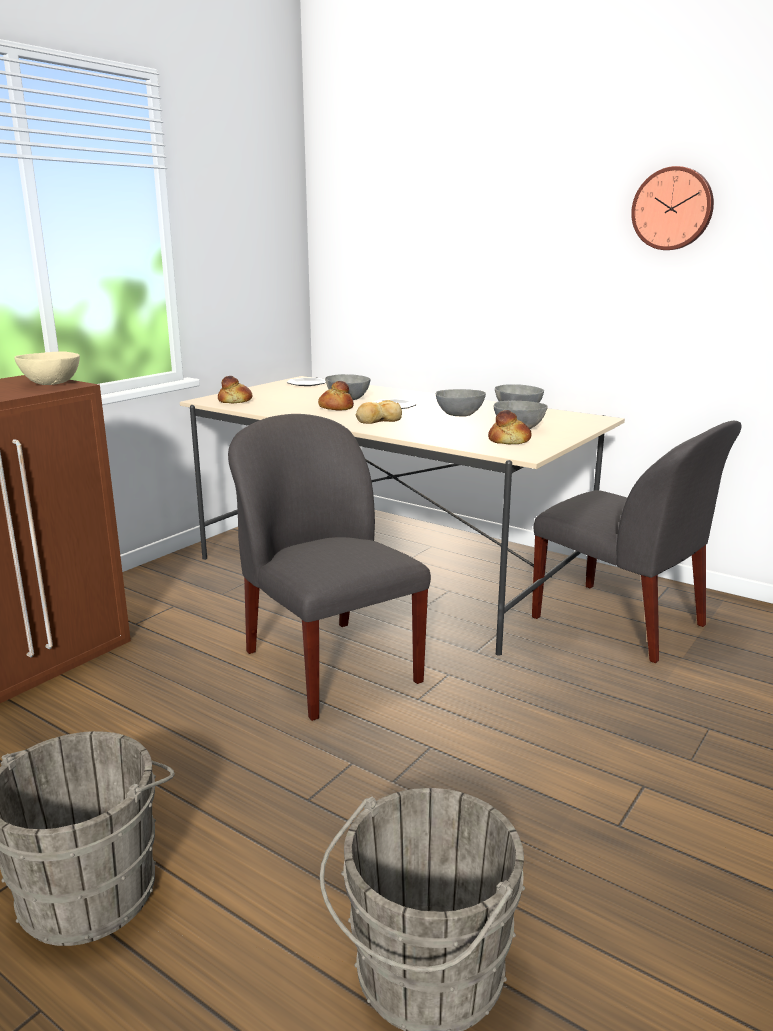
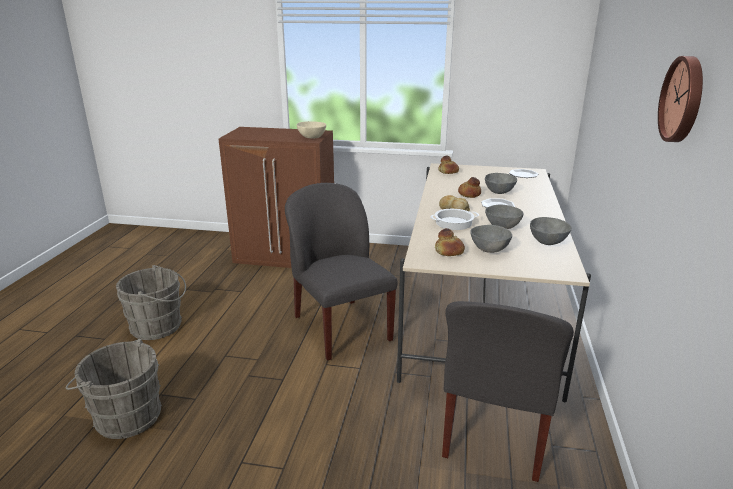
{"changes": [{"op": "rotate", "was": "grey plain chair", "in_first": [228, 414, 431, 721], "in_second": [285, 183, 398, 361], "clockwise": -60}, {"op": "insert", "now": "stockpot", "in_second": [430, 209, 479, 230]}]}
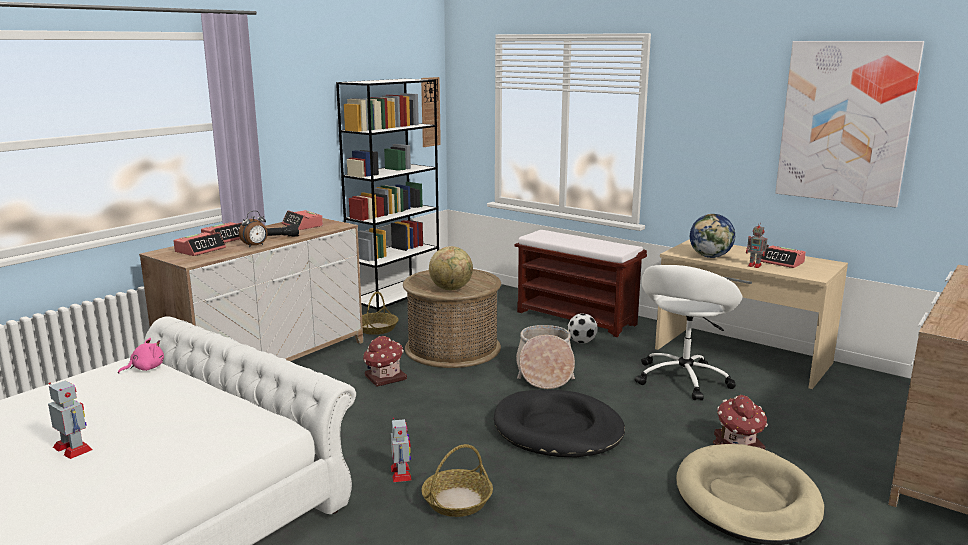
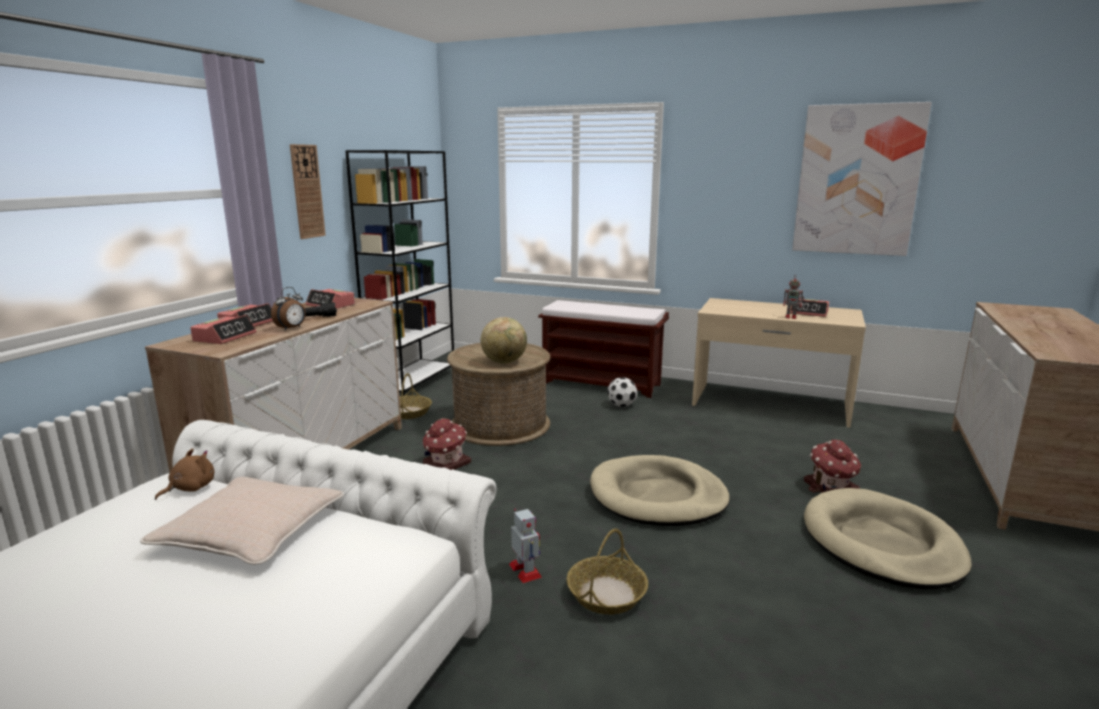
{"changes": [{"op": "delete", "was": "model robot", "in_first": [48, 380, 93, 459]}, {"op": "recolor", "was": "pink plush toy", "now": "brown plush toy", "in_first": [118, 338, 164, 374], "in_second": [155, 448, 214, 500]}, {"op": "move", "was": "hanging clock", "in_first": [421, 77, 441, 147], "in_second": [290, 144, 326, 239]}, {"op": "recolor", "was": "blackish pet bed", "now": "beige pet bed", "in_first": [494, 389, 625, 458], "in_second": [590, 455, 730, 526]}, {"op": "delete", "was": "household basket", "in_first": [516, 325, 575, 389]}, {"op": "delete", "was": "whitish office chair", "in_first": [635, 265, 742, 400]}, {"op": "delete", "was": "desk globe", "in_first": [690, 214, 735, 258]}, {"op": "insert", "now": "beige pillow", "in_second": [140, 477, 344, 565]}]}
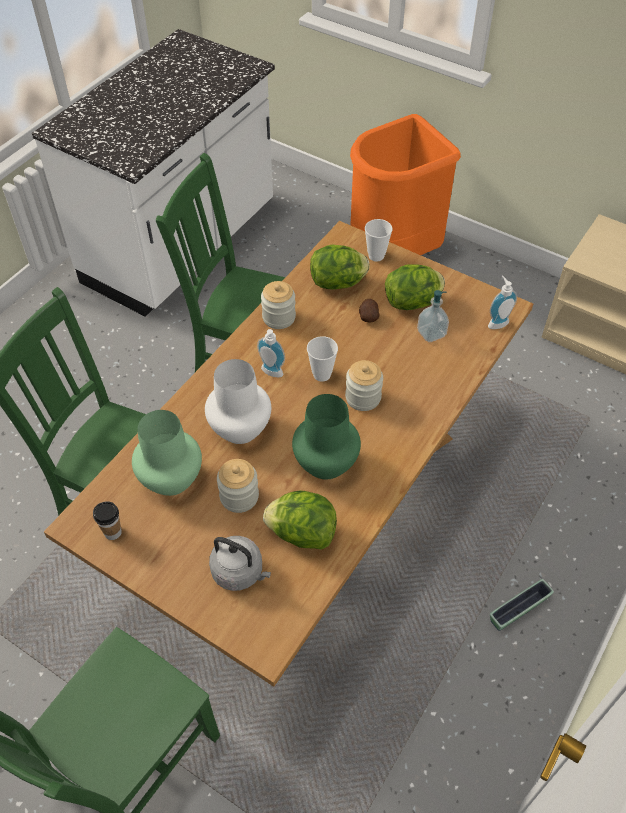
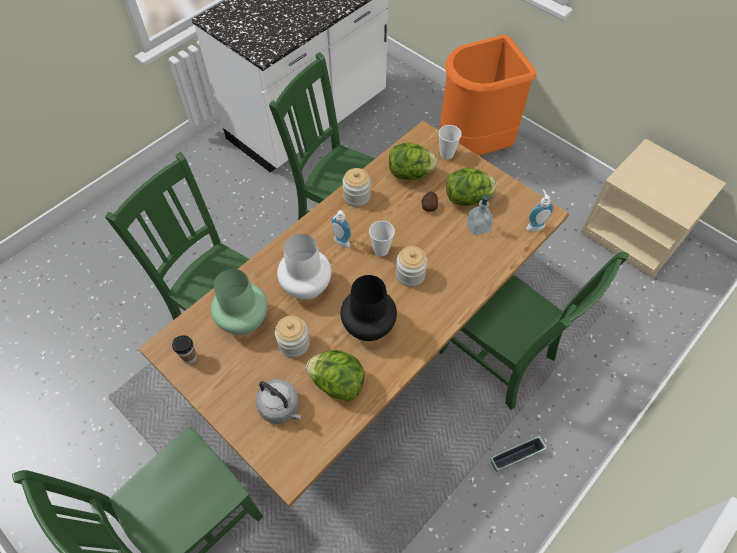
{"changes": [{"op": "recolor", "was": "green-coloured decorative vase", "now": "blackish decorative vase", "in_first": [292, 394, 361, 480], "in_second": [341, 275, 397, 341]}, {"op": "insert", "now": "green-coloured plain chair", "in_second": [439, 252, 629, 410]}]}
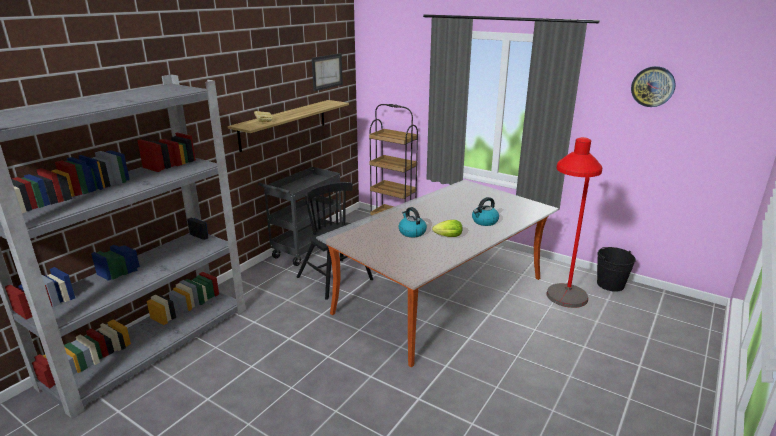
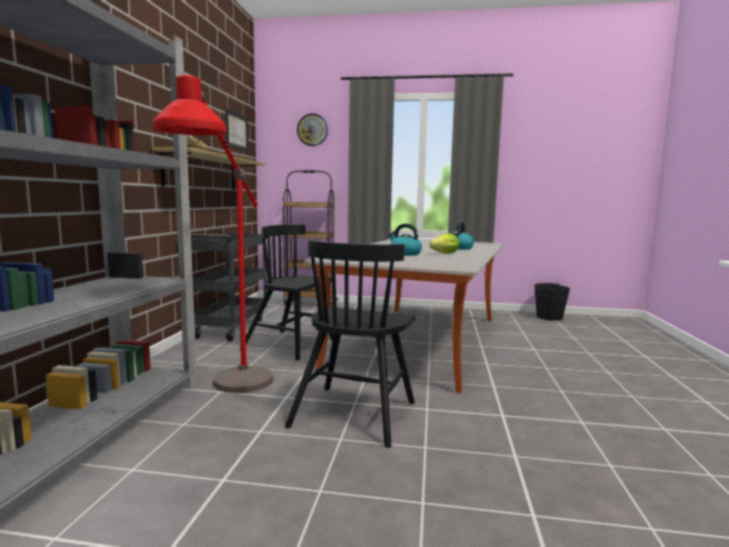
{"changes": [{"op": "move", "was": "red standing lamp", "in_first": [546, 137, 602, 308], "in_second": [152, 75, 273, 393]}, {"op": "move", "was": "hanging clock", "in_first": [631, 66, 676, 107], "in_second": [297, 113, 328, 146]}, {"op": "insert", "now": "blackish plain chair", "in_second": [285, 239, 415, 448]}]}
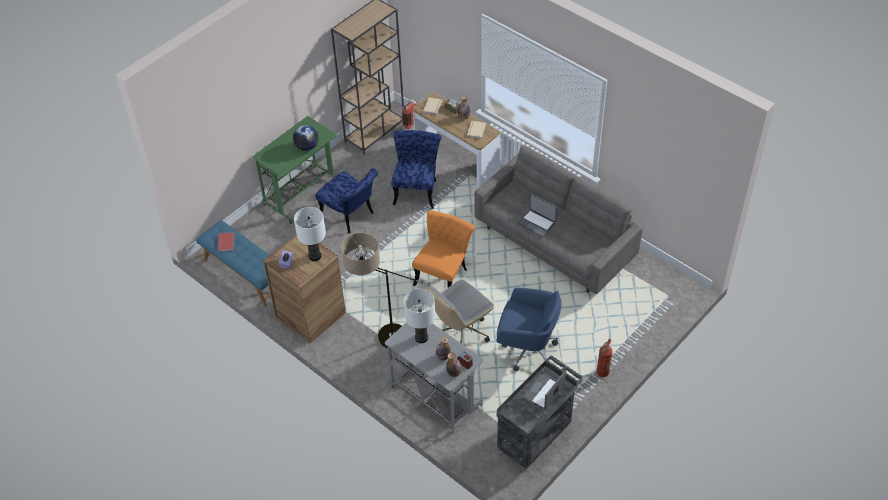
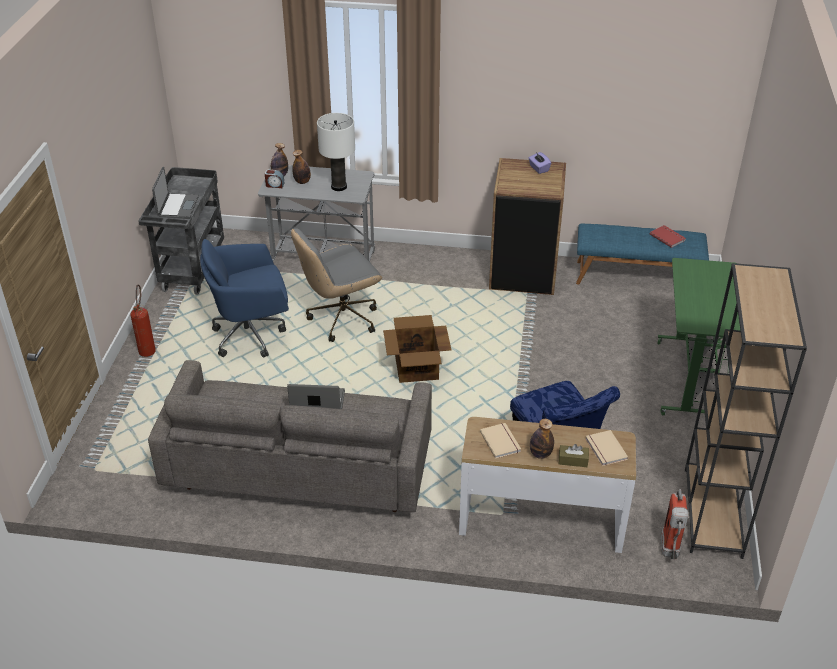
{"changes": [{"op": "delete", "was": "desk globe", "in_first": [293, 125, 319, 151]}, {"op": "delete", "was": "whitish lamp for a table", "in_first": [294, 207, 326, 261]}, {"op": "delete", "was": "bluish plain chair", "in_first": [315, 168, 378, 233]}, {"op": "delete", "was": "standing lamp", "in_first": [342, 233, 423, 348]}, {"op": "replace", "was": "orangey plain chair", "now": "packing box", "in_first": [412, 210, 475, 288], "in_second": [383, 315, 452, 383]}, {"op": "rotate", "was": "grey office chair", "in_first": [427, 280, 494, 344], "in_second": [291, 228, 382, 342], "clockwise": -135}]}
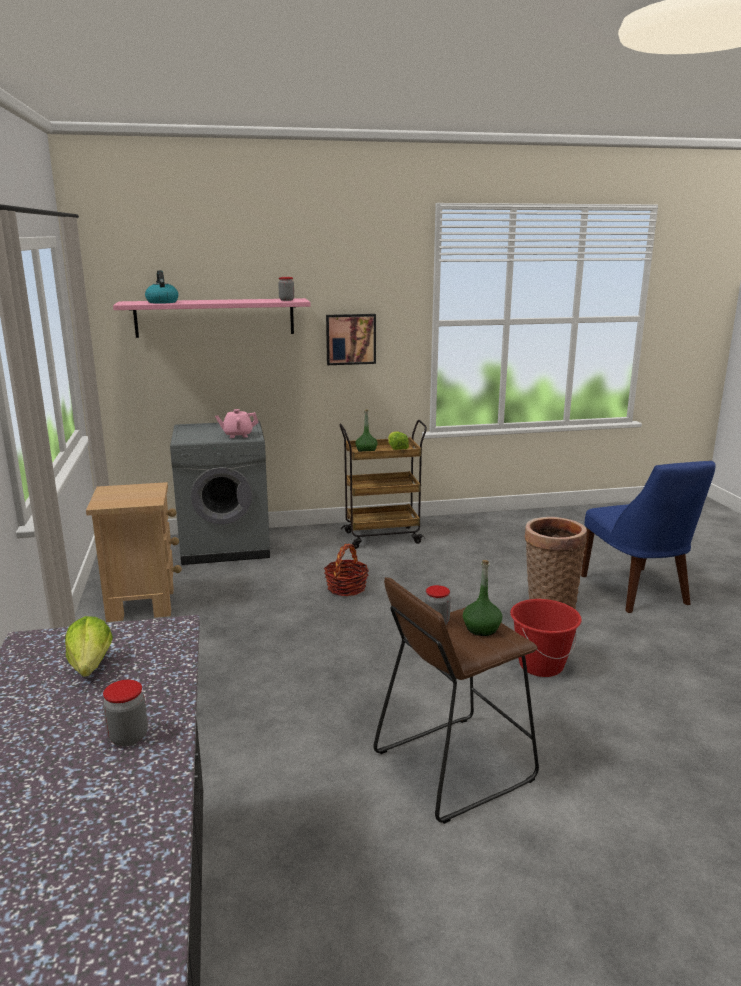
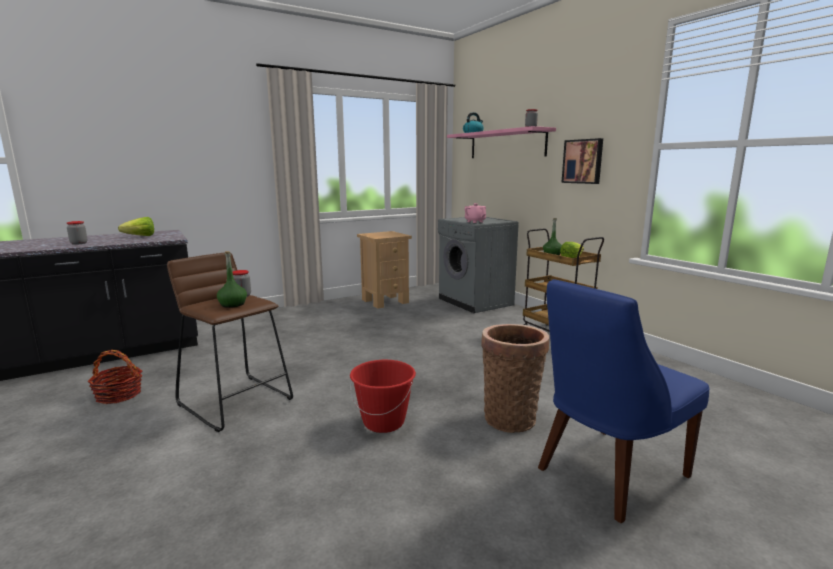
{"changes": [{"op": "move", "was": "household basket", "in_first": [324, 544, 369, 596], "in_second": [88, 350, 143, 404]}]}
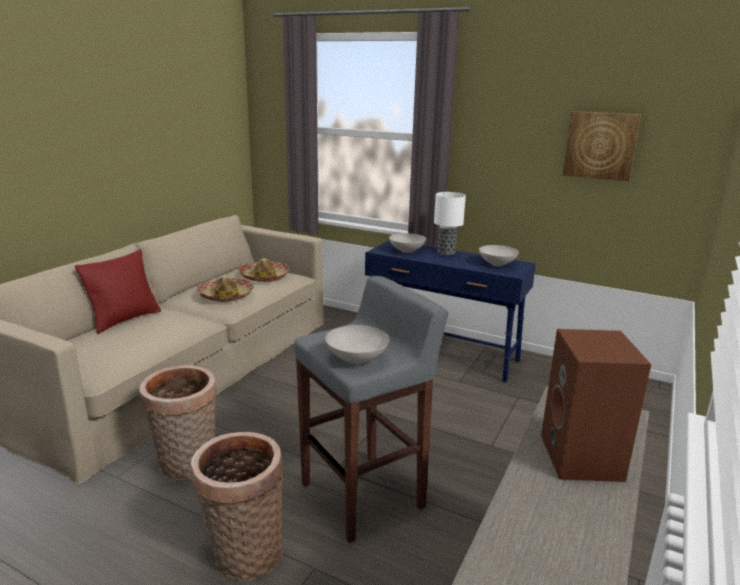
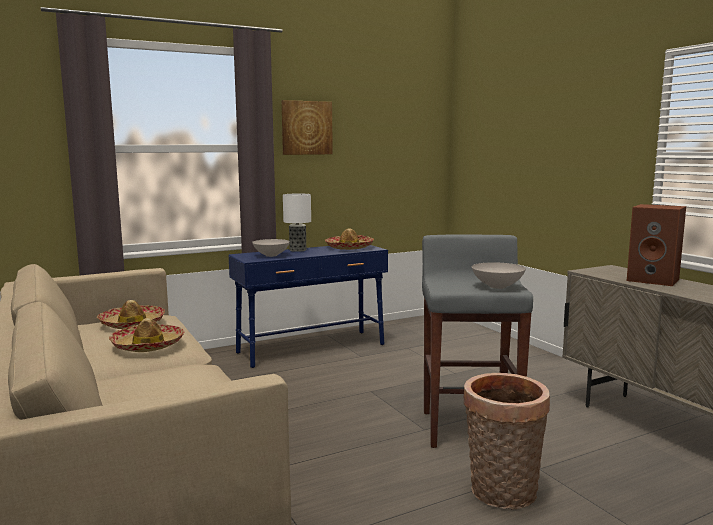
{"changes": [{"op": "delete", "was": "red pillow", "in_first": [75, 249, 161, 334]}, {"op": "delete", "was": "household basket", "in_first": [139, 365, 216, 480]}, {"op": "replace", "was": "whitish deep dish", "now": "wearable hat", "in_first": [479, 245, 519, 267], "in_second": [325, 228, 374, 250]}, {"op": "move", "was": "picture", "in_first": [563, 111, 641, 181], "in_second": [282, 100, 333, 155]}]}
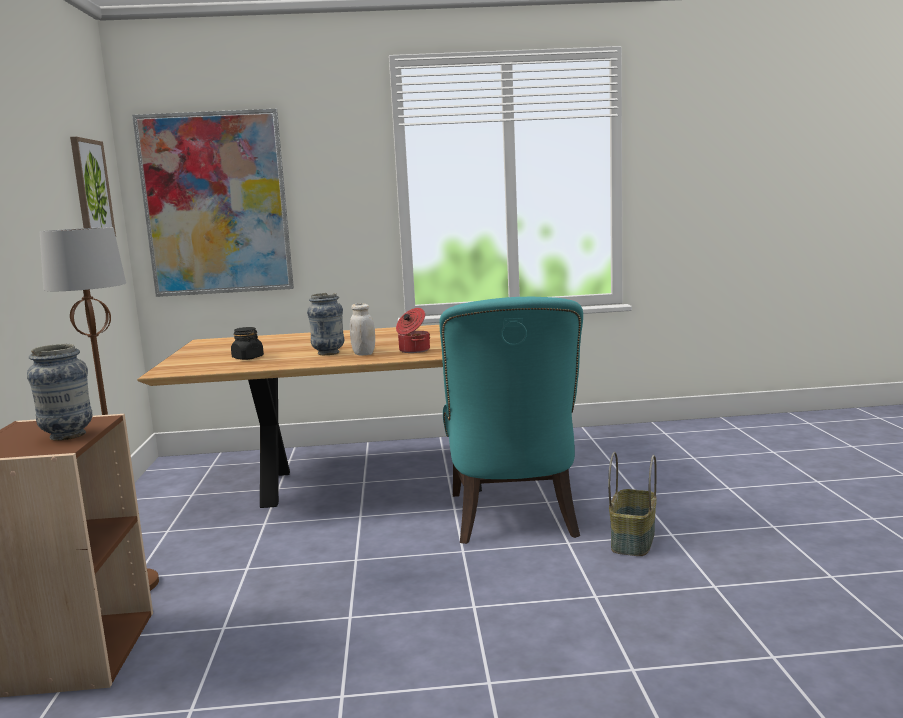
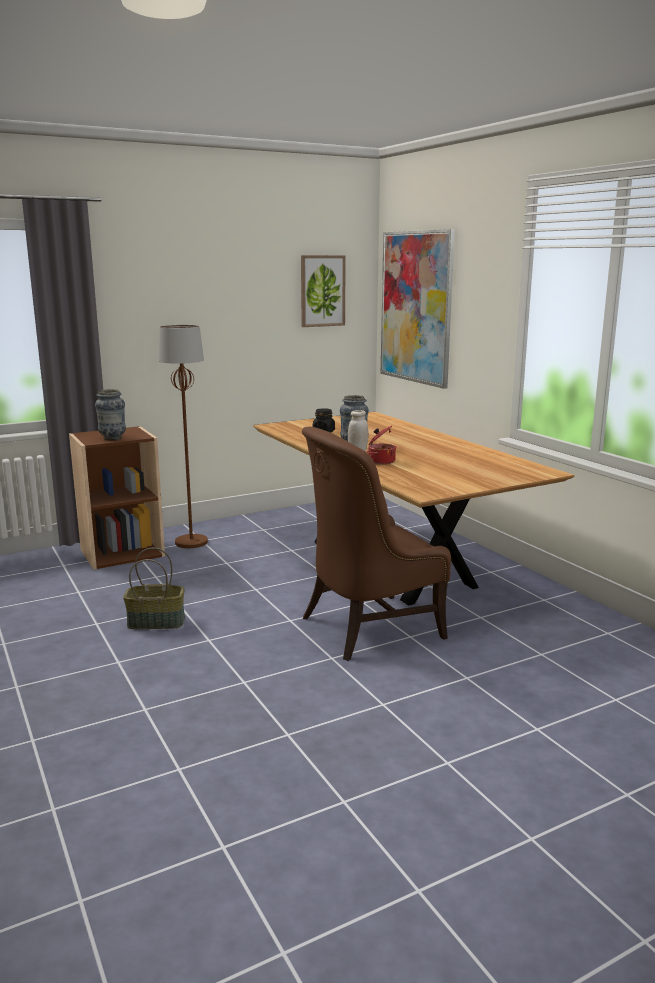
{"changes": [{"op": "recolor", "was": "turquoise-coloured plain chair", "now": "brown plain chair", "in_first": [439, 297, 583, 544], "in_second": [302, 427, 451, 661]}, {"op": "move", "was": "household basket", "in_first": [608, 452, 657, 556], "in_second": [123, 548, 185, 629]}]}
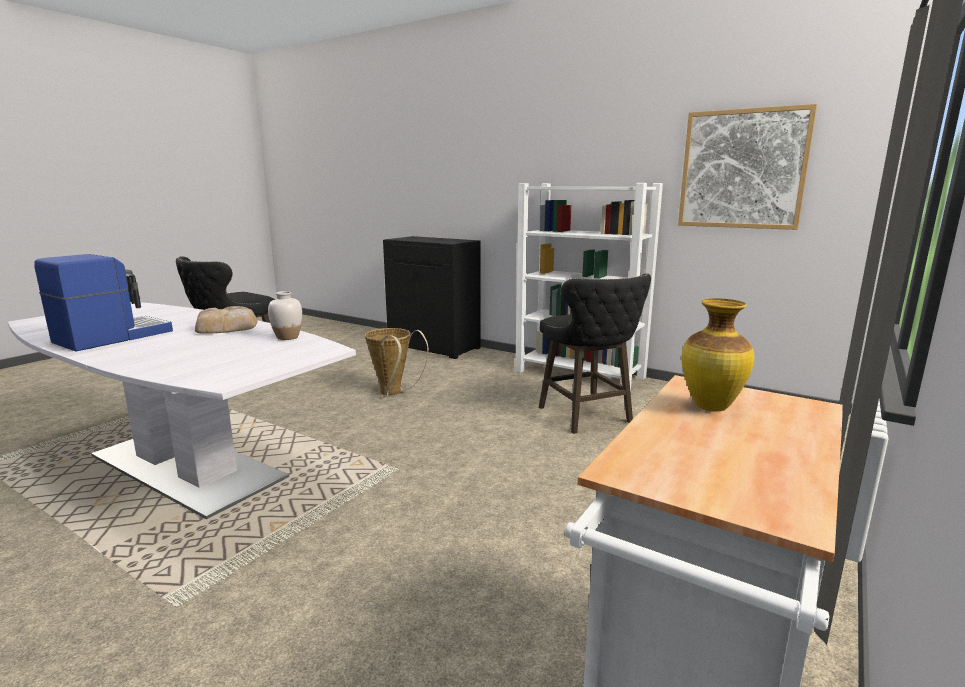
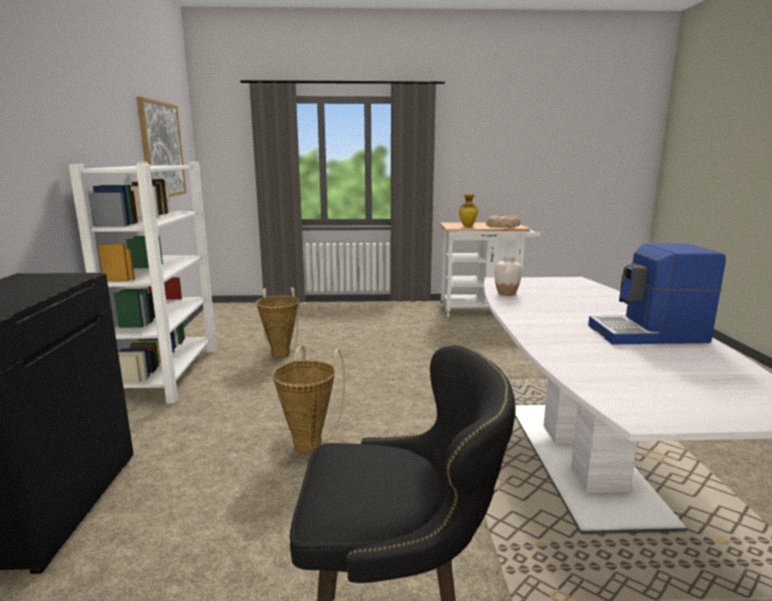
{"changes": [{"op": "move", "was": "bakery bread", "in_first": [195, 306, 258, 334], "in_second": [486, 215, 520, 228]}, {"op": "replace", "was": "blackish sitting stool", "now": "household basket", "in_first": [539, 273, 651, 434], "in_second": [256, 287, 299, 358]}]}
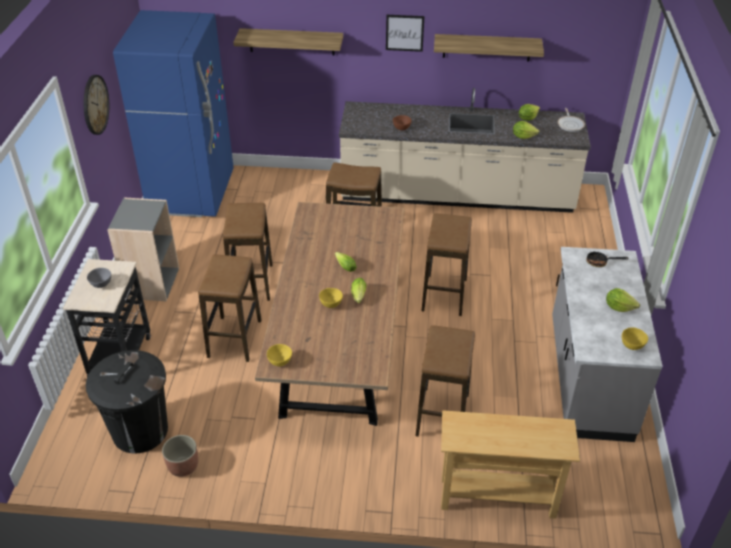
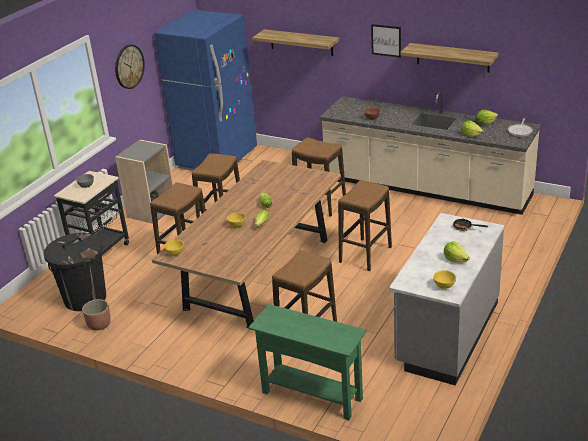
{"changes": [{"op": "recolor", "was": "beige console table", "now": "green-coloured console table", "in_first": [441, 410, 580, 519], "in_second": [248, 304, 367, 420]}]}
